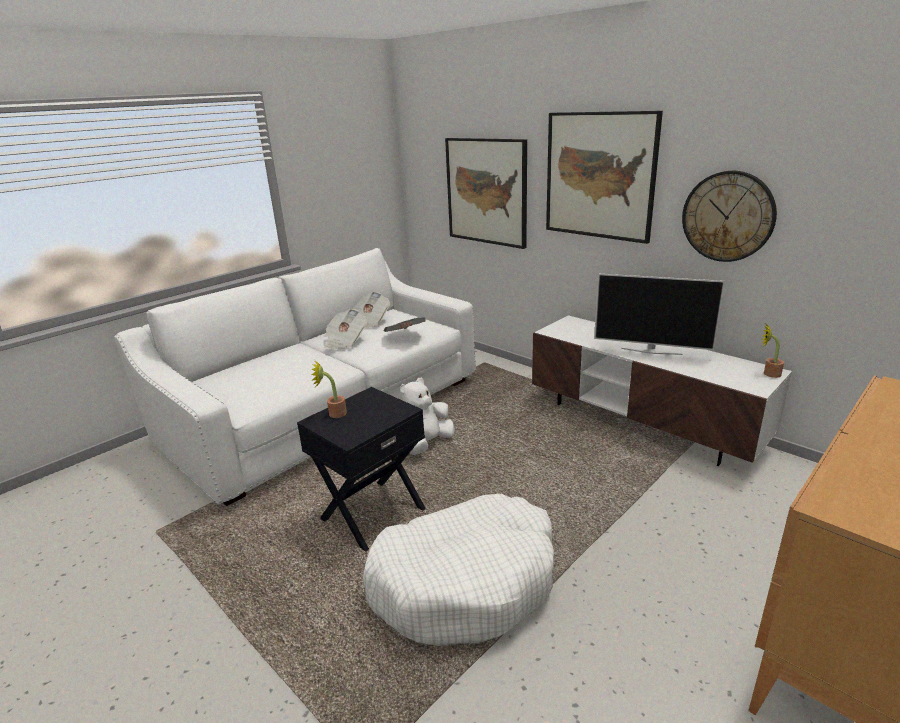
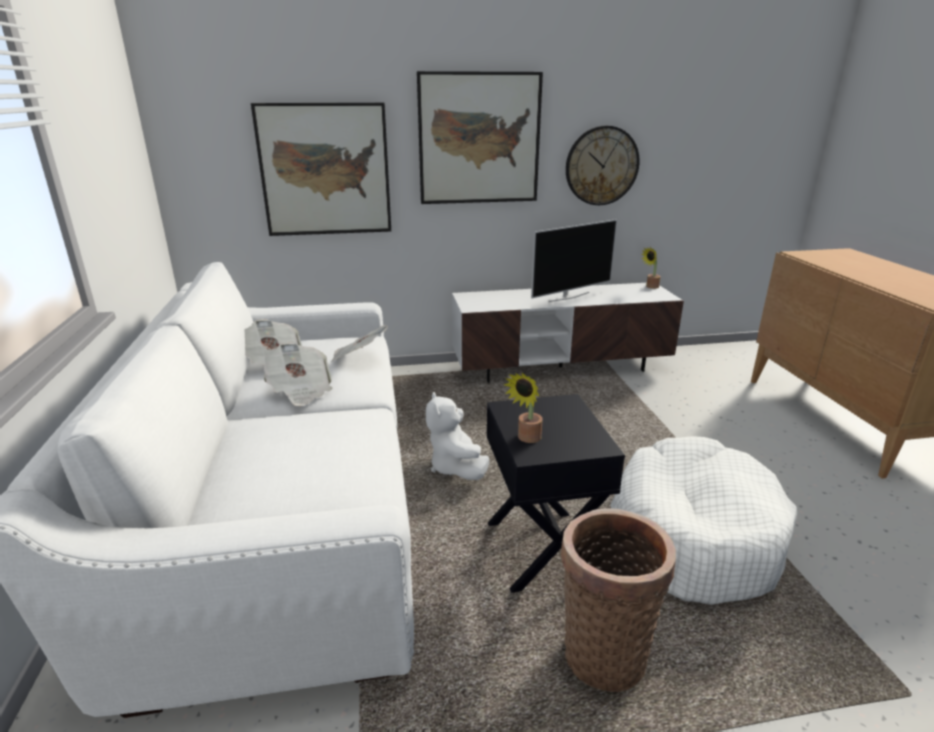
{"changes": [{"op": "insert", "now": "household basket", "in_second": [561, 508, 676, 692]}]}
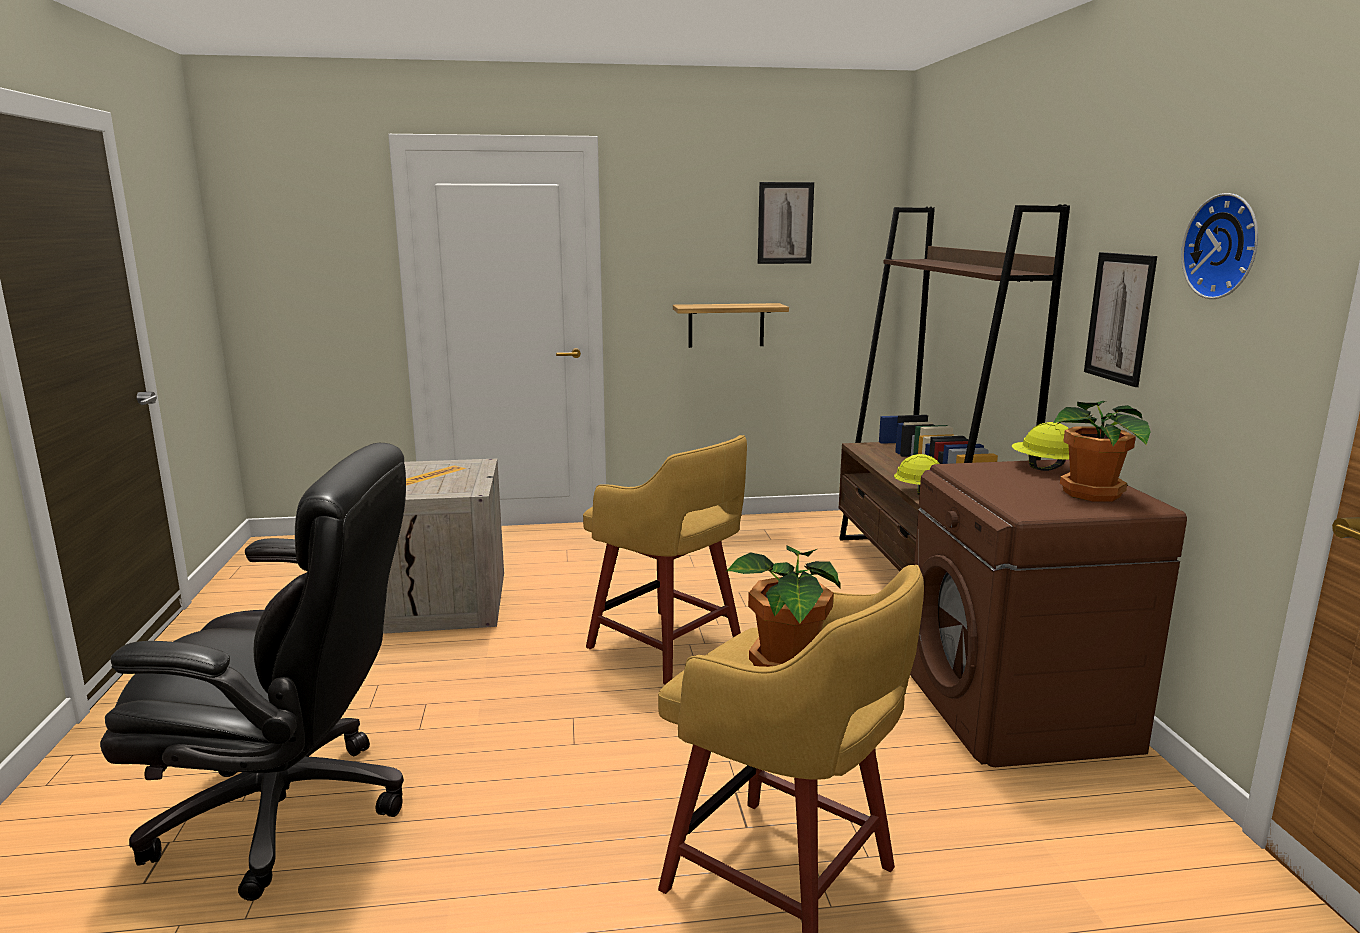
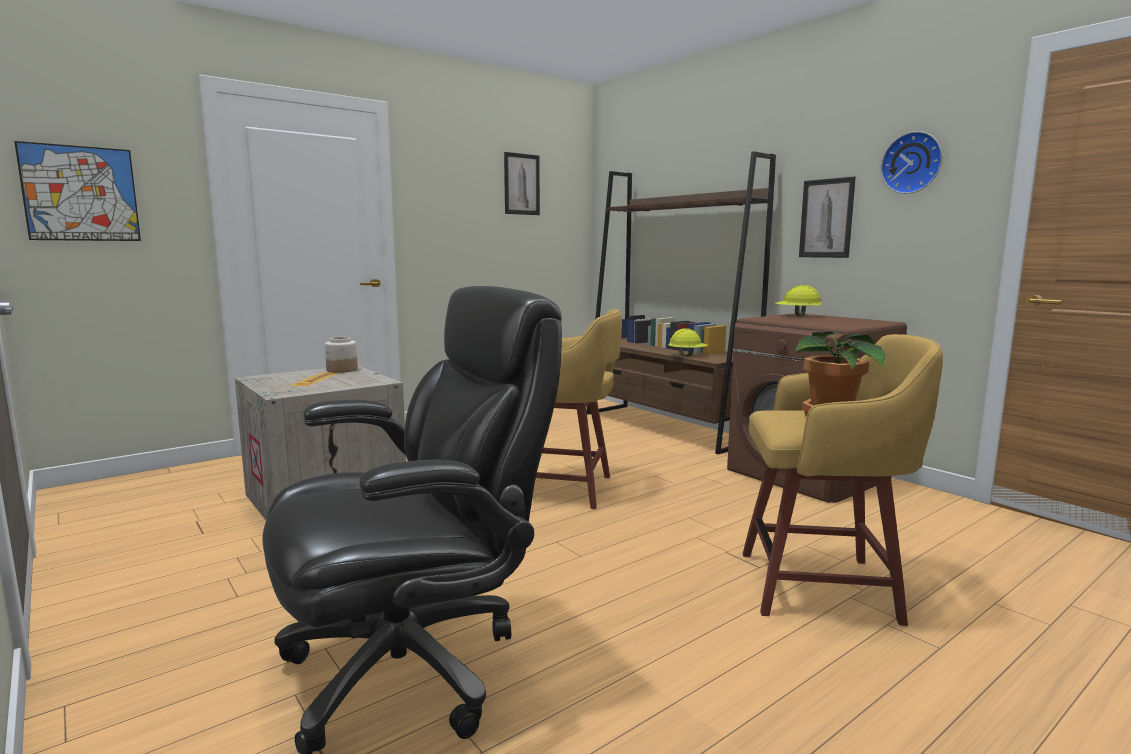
{"changes": [{"op": "delete", "was": "wall shelf", "in_first": [673, 303, 789, 348]}, {"op": "delete", "was": "houseplant", "in_first": [1054, 401, 1151, 501]}, {"op": "insert", "now": "picture", "in_second": [14, 141, 141, 241]}, {"op": "insert", "now": "jar", "in_second": [325, 337, 358, 373]}]}
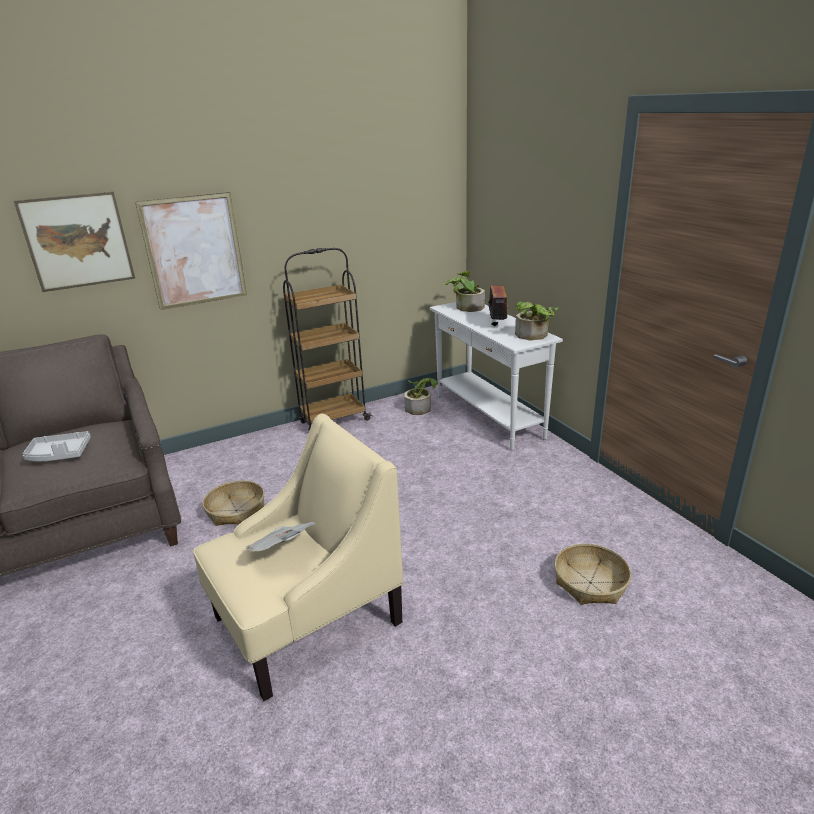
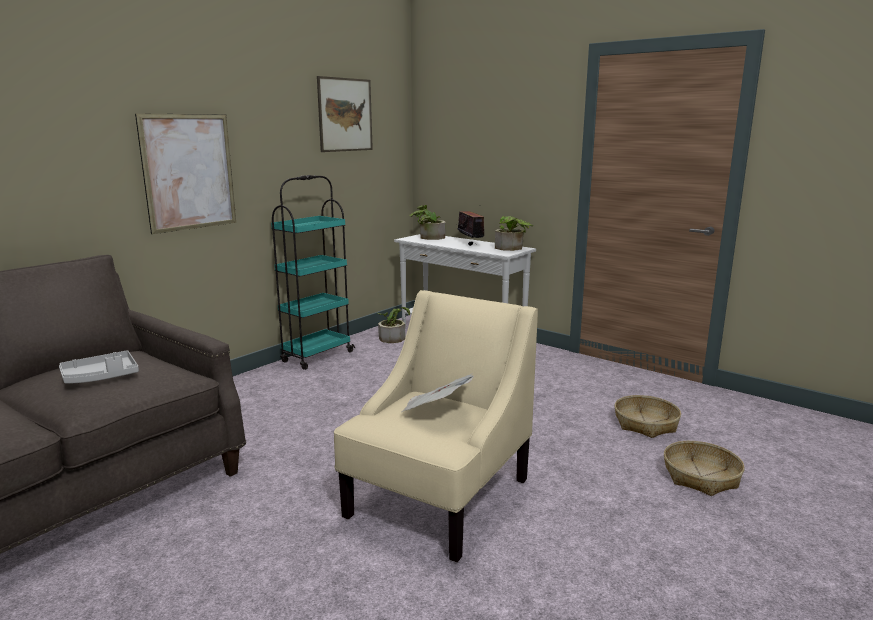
{"changes": [{"op": "move", "was": "picture", "in_first": [14, 192, 135, 292], "in_second": [317, 76, 373, 152]}, {"op": "move", "was": "household basket", "in_first": [203, 480, 264, 526], "in_second": [664, 441, 745, 496]}, {"op": "recolor", "was": "brown trolley", "now": "turquoise-coloured trolley", "in_first": [283, 248, 373, 431], "in_second": [271, 175, 355, 370]}]}
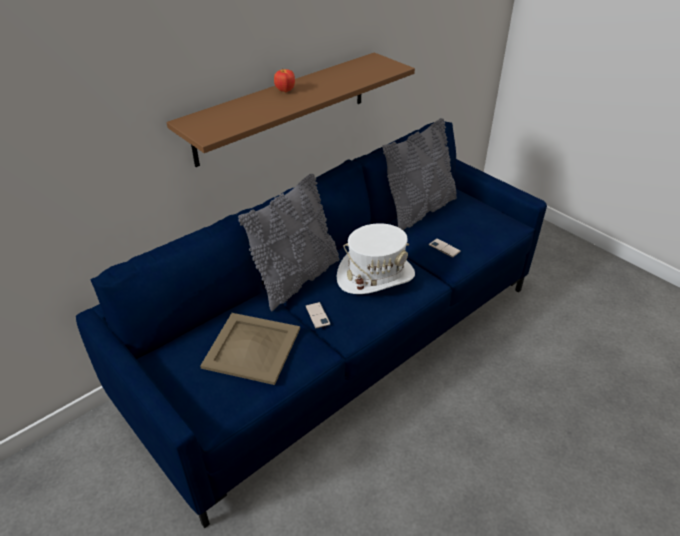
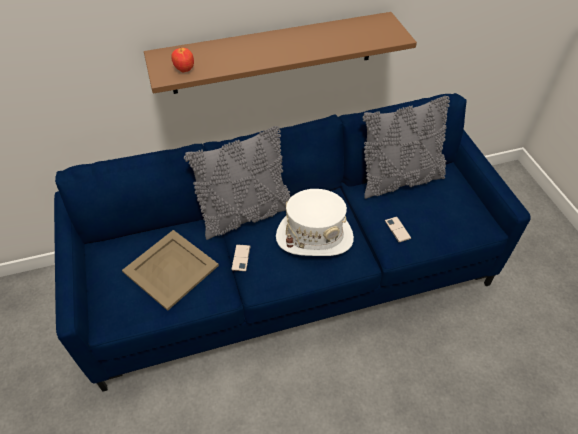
{"changes": [{"op": "move", "was": "apple fruit", "in_first": [274, 68, 295, 93], "in_second": [171, 48, 194, 73]}]}
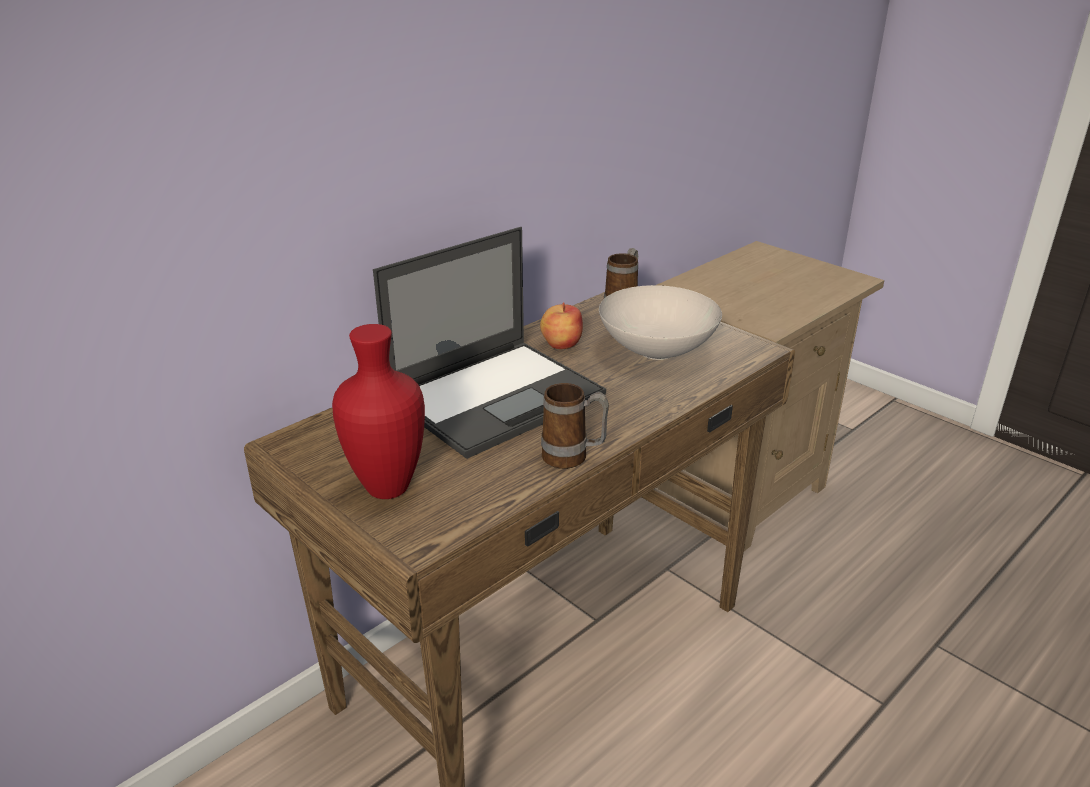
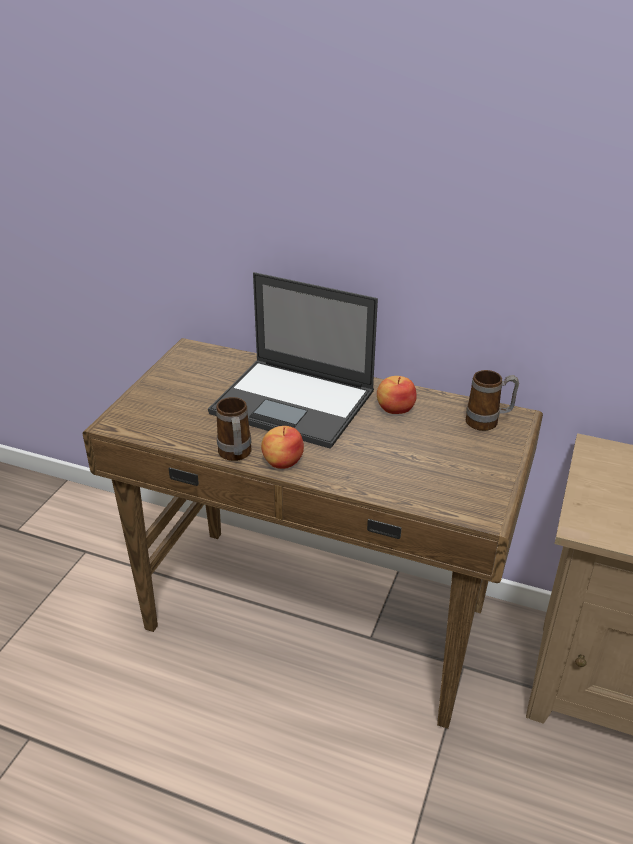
{"changes": [{"op": "delete", "was": "red decorative vase", "in_first": [332, 324, 425, 499]}, {"op": "delete", "was": "whitish deep dish", "in_first": [599, 285, 722, 360]}, {"op": "insert", "now": "apple fruit", "in_second": [261, 426, 304, 469]}]}
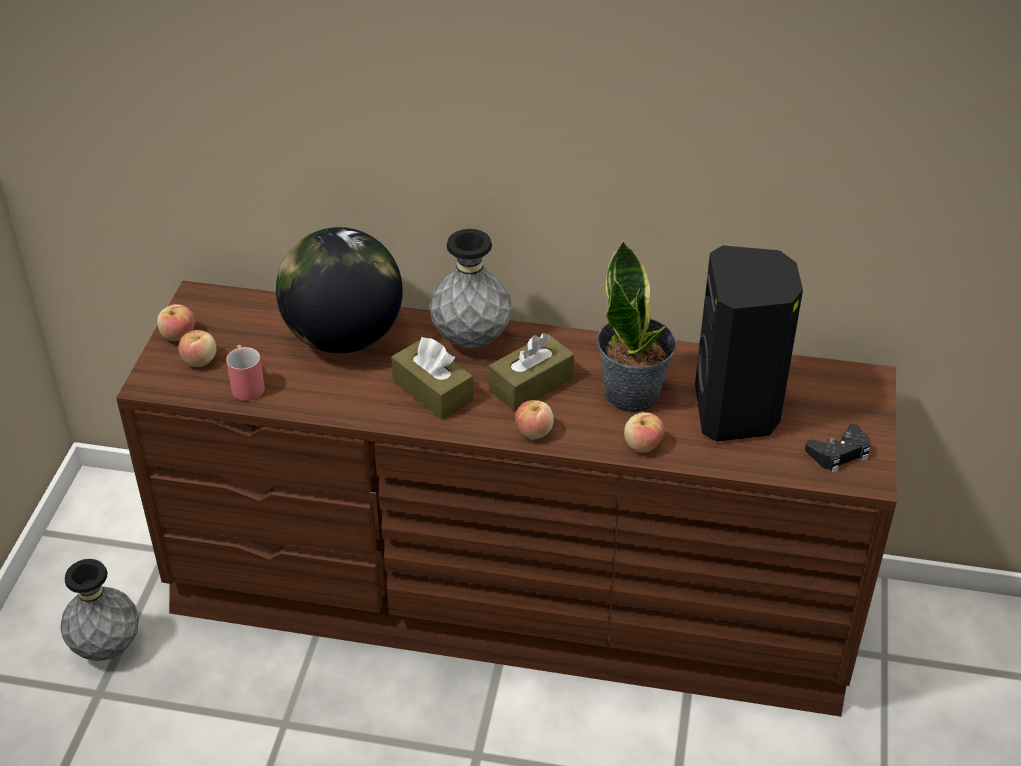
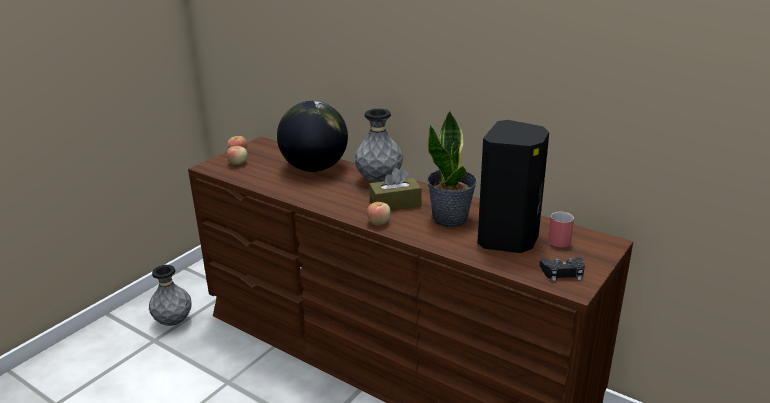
{"changes": [{"op": "move", "was": "red mug", "in_first": [226, 345, 265, 401], "in_second": [548, 211, 574, 248]}, {"op": "delete", "was": "brown tissue holder", "in_first": [391, 337, 473, 420]}, {"op": "delete", "was": "apple fruit", "in_first": [624, 412, 664, 453]}]}
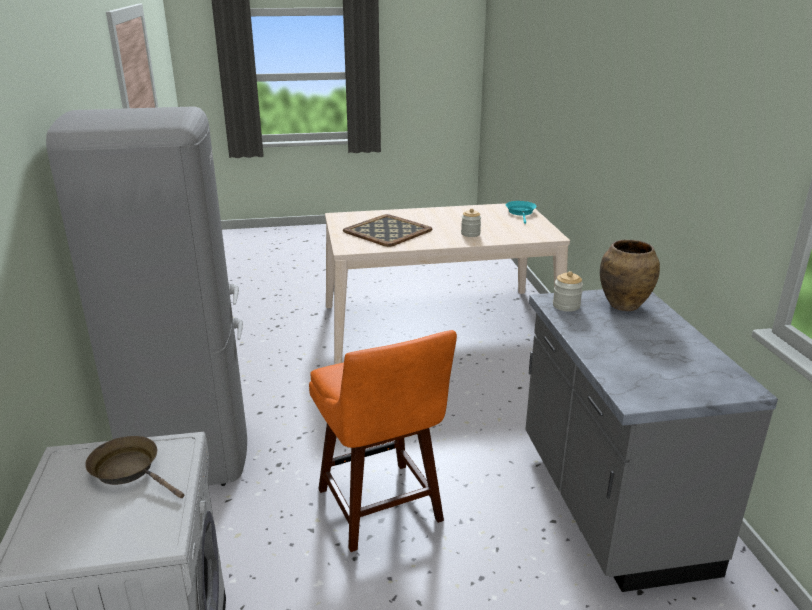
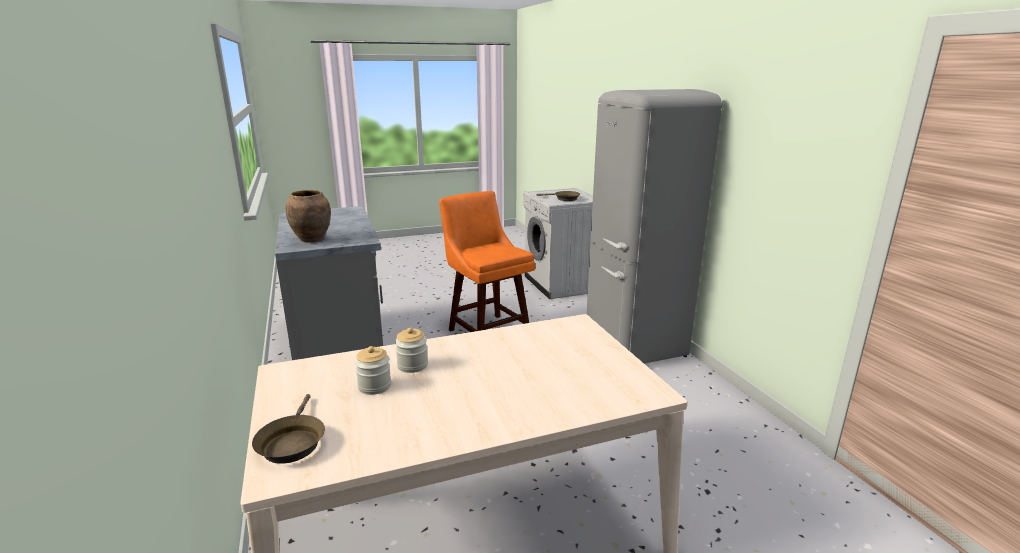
{"changes": [{"op": "delete", "was": "carrying tray", "in_first": [343, 214, 432, 247]}, {"op": "recolor", "was": "turquoise-coloured frying pan", "now": "brown frying pan", "in_first": [506, 201, 537, 224], "in_second": [252, 394, 325, 464]}, {"op": "move", "was": "jar", "in_first": [553, 271, 583, 312], "in_second": [355, 346, 391, 395]}]}
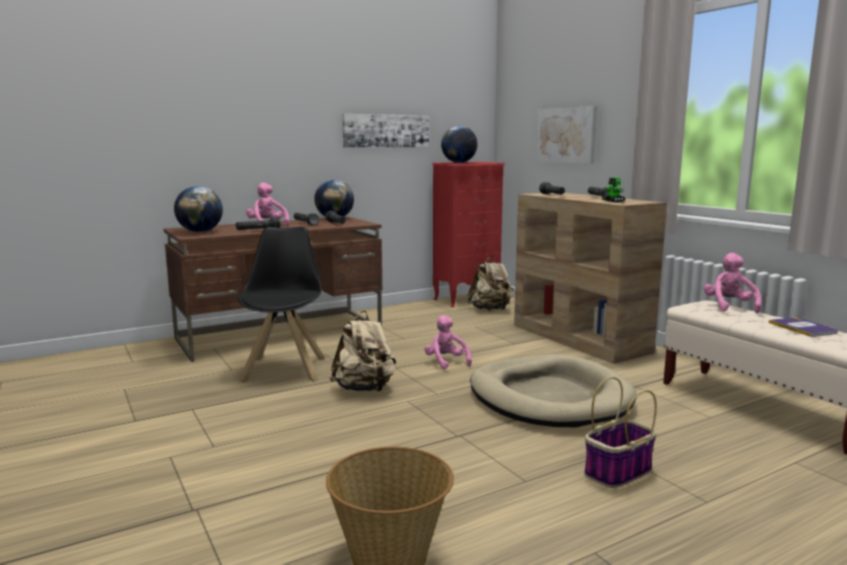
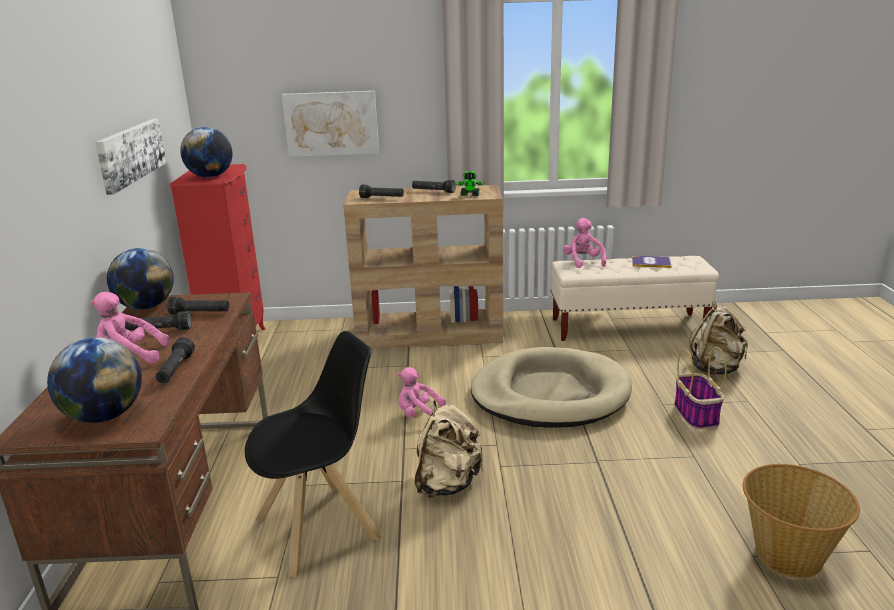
{"changes": [{"op": "rotate", "was": "blackish plain chair", "in_first": [237, 227, 325, 382], "in_second": [245, 331, 382, 577], "clockwise": 120}, {"op": "move", "was": "beige knapsack", "in_first": [468, 256, 514, 310], "in_second": [689, 301, 748, 375]}, {"op": "rotate", "was": "pink plush toy", "in_first": [704, 253, 761, 314], "in_second": [563, 218, 606, 268], "clockwise": 45}]}
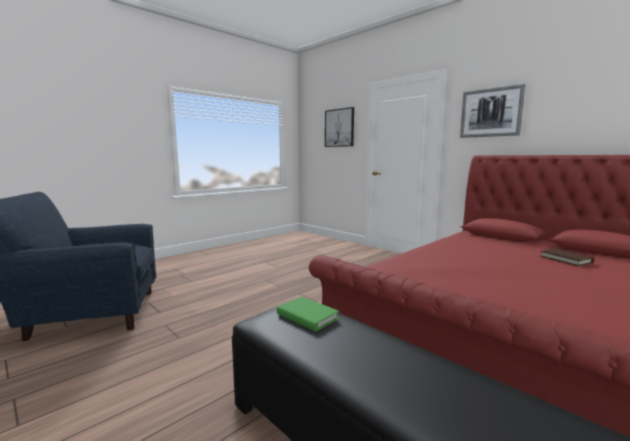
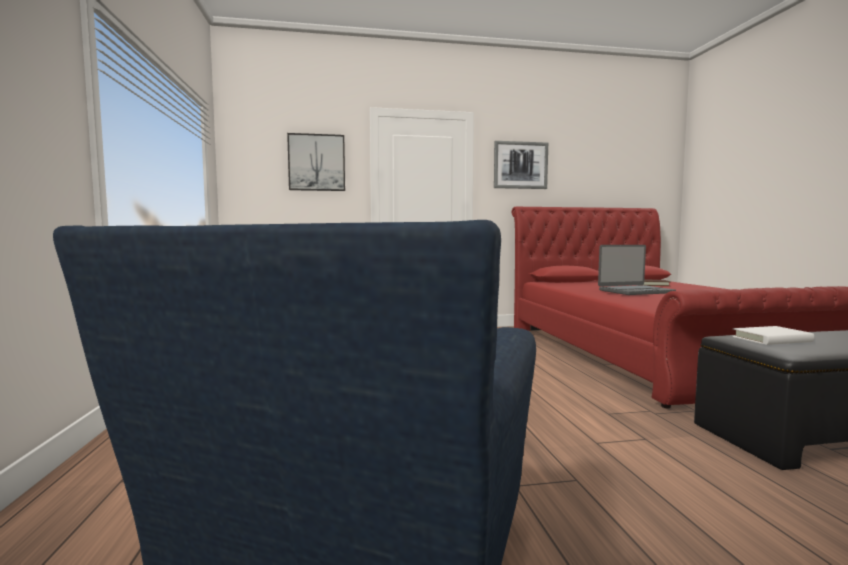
{"changes": [{"op": "recolor", "was": "green-coloured volume", "now": "whitish volume", "in_first": [277, 297, 339, 332], "in_second": [732, 326, 814, 345]}, {"op": "insert", "now": "portable computer", "in_second": [598, 245, 676, 295]}]}
